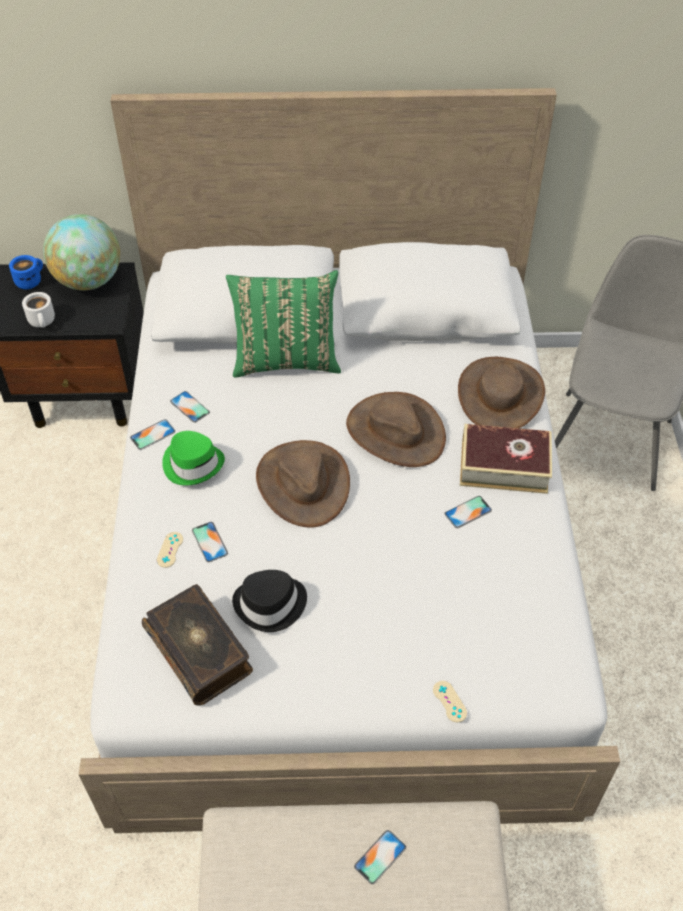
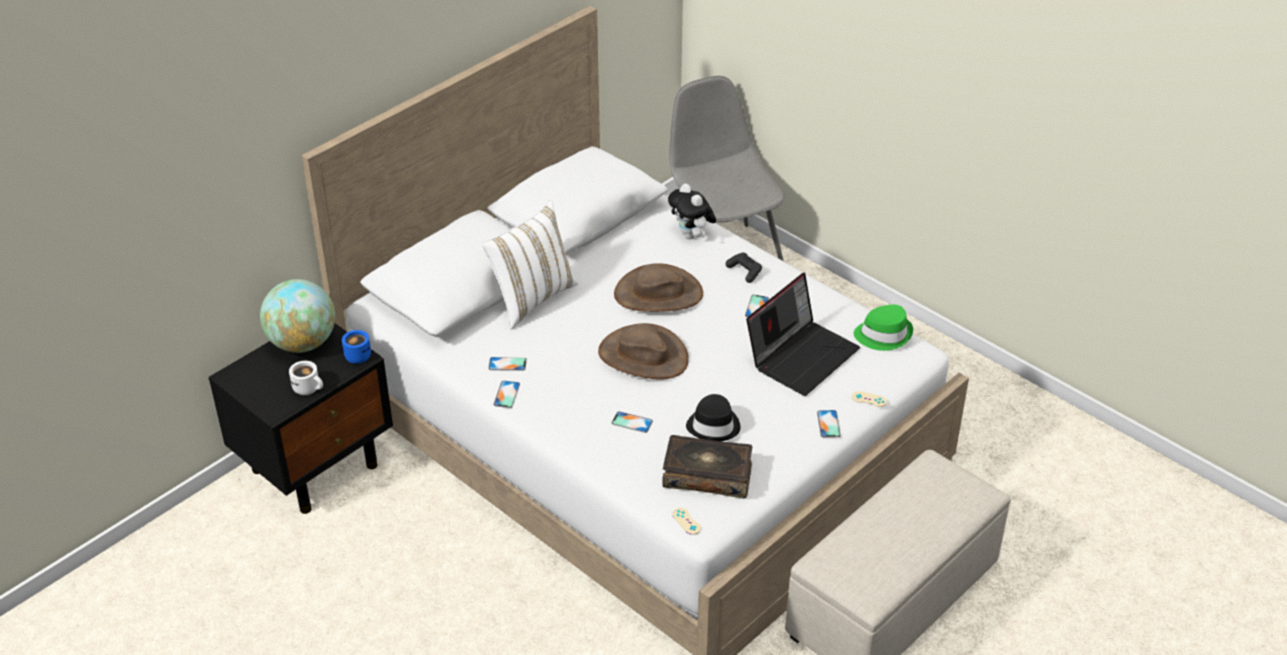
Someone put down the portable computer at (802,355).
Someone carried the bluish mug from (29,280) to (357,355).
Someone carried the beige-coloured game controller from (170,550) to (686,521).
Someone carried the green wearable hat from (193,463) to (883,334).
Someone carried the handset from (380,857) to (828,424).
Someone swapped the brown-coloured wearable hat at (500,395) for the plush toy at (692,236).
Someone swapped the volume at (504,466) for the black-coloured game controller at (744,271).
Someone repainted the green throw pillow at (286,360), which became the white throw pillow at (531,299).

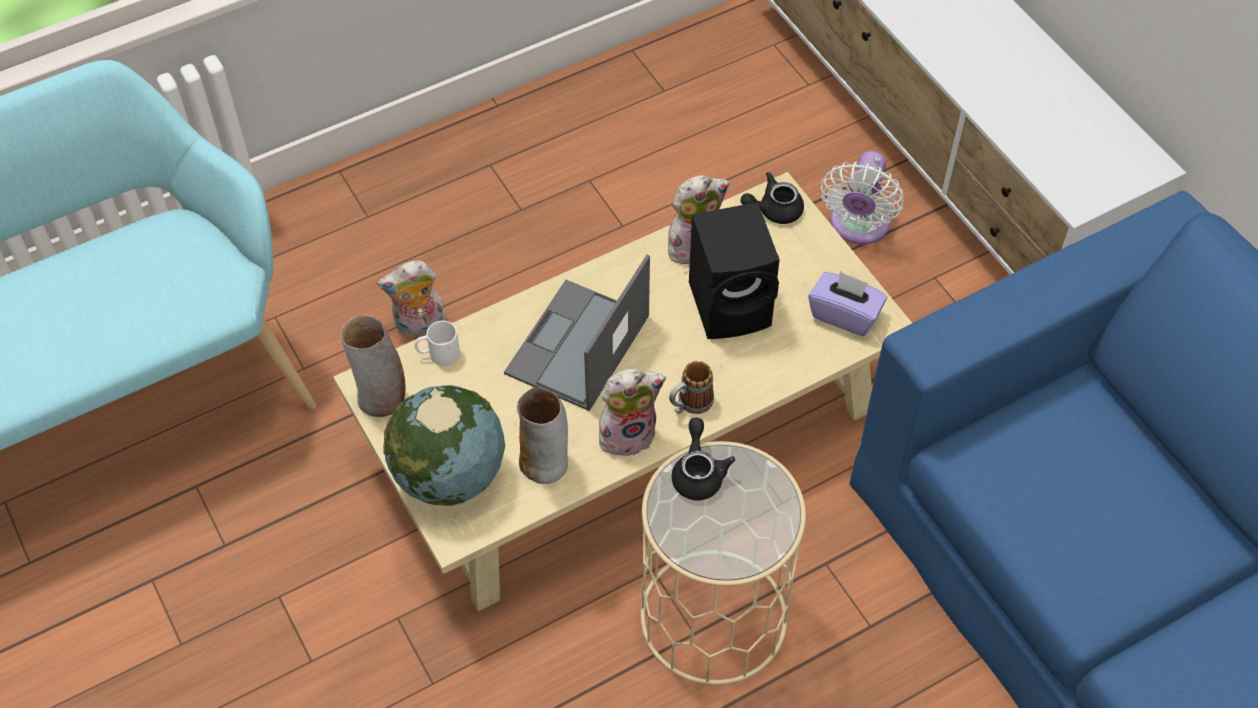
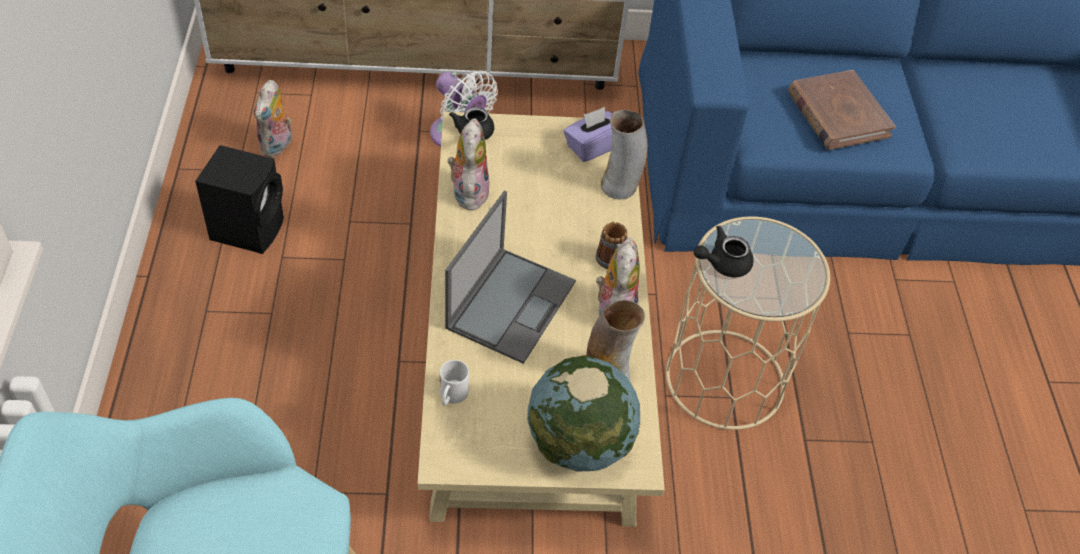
Someone put down the brown-coloured volume at (837,114).
Someone carried the vase from (382,399) to (620,186).
Someone carried the plush toy from (419,326) to (277,146).
Someone carried the black-coloured speaker from (733,305) to (249,227).
Someone rotated the portable computer at (577,347) by 120 degrees counterclockwise.
Someone rotated the black-coloured tea pot at (698,473) by 45 degrees counterclockwise.

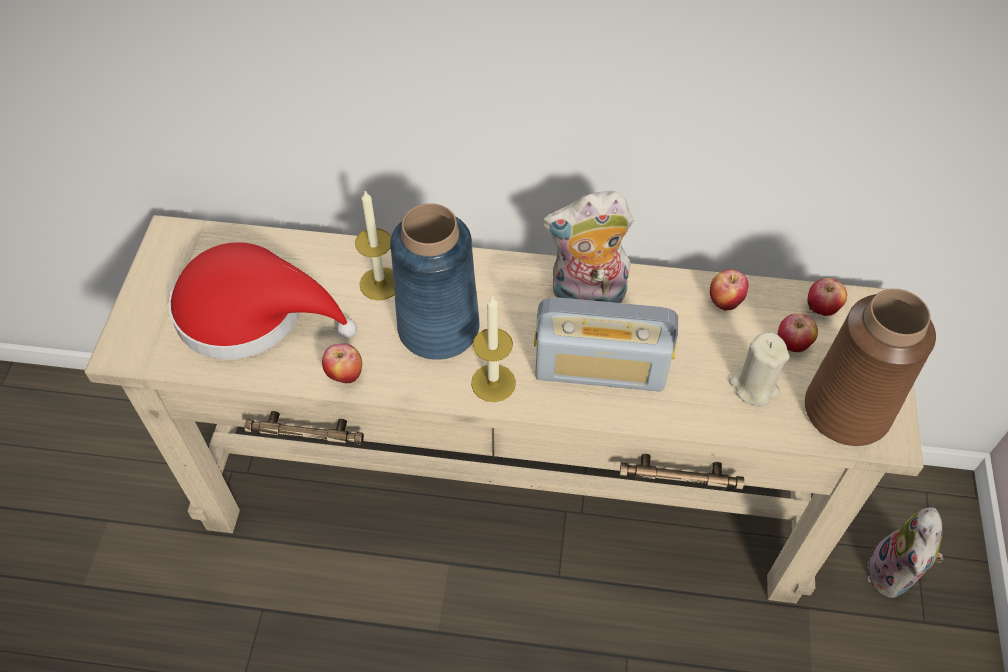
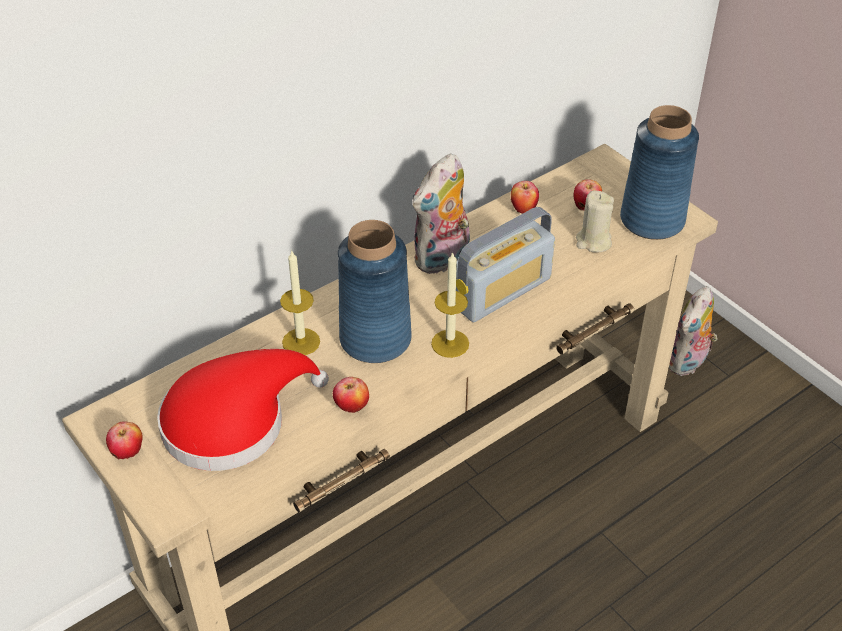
Someone carried the apple from (821,310) to (128,453).
Someone repainted the brown-coloured vase at (846,411), which became the bluish vase at (652,220).
Someone rotated the plush toy at (894,575) by 60 degrees clockwise.

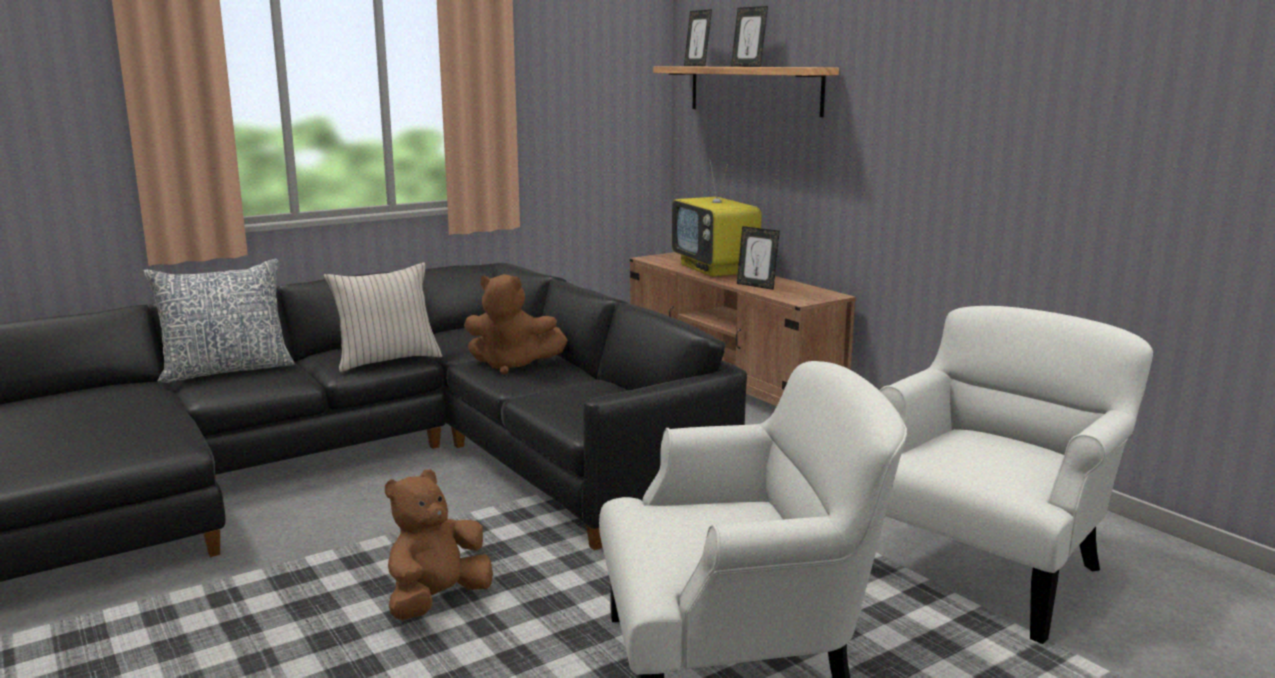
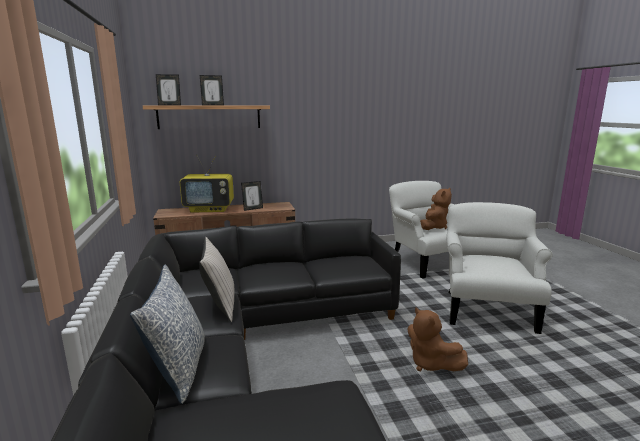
Someone carried the brown-coloured plush toy from (512,365) to (433,227).

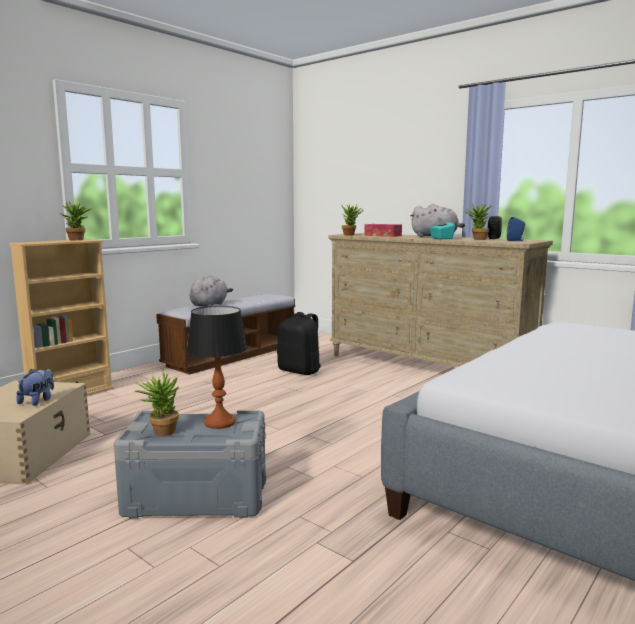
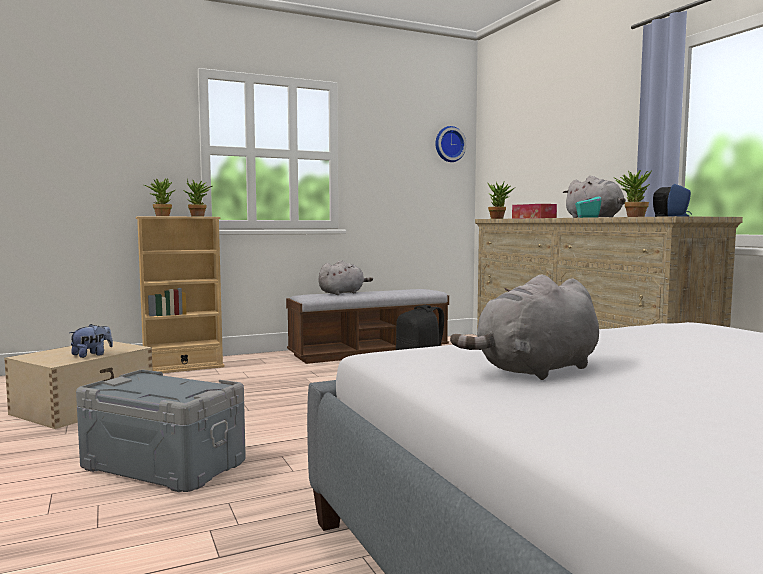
Someone took away the tabletop lamp at (219,422).
Someone put up the hanging clock at (449,144).
Someone put down the greyish plush toy at (535,370).
Someone carried the plant in a pot from (160,431) to (161,216).

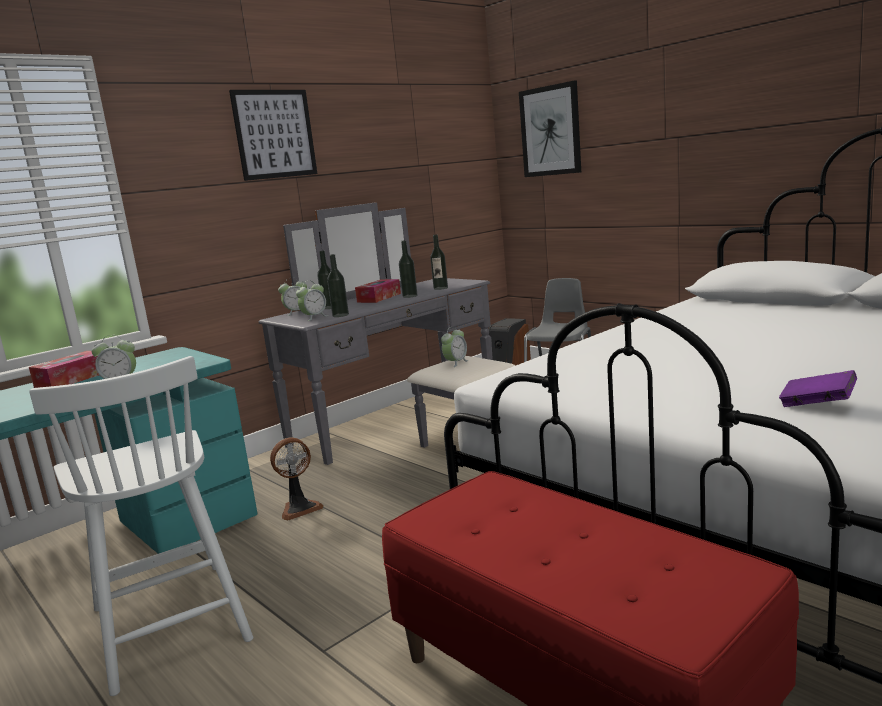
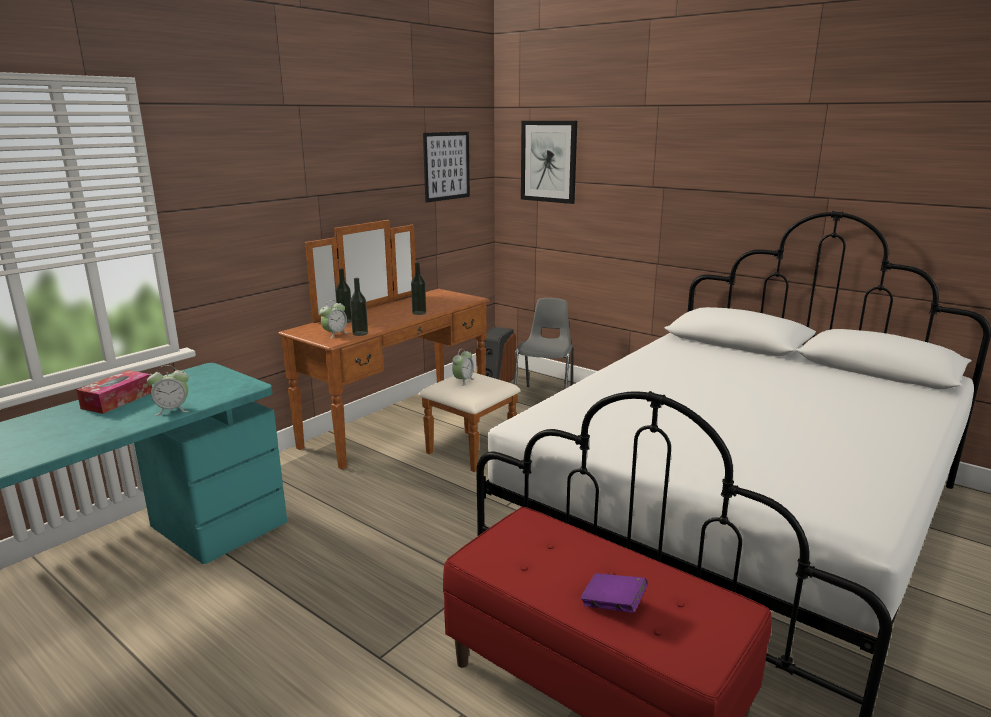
Someone took away the white upright chair at (169,621).
Someone took away the fan at (299,508).
Someone took away the alarm clock at (296,313).
Someone took away the box of tissues at (379,298).
Someone took away the beverage bottle at (440,288).
Someone carried the wall art from (275,134) to (446,166).
Someone carried the purple-coloured volume from (817,405) to (613,605).
Someone repainted the greyish drawer chest at (412,424), which became the brown-coloured drawer chest at (414,428).

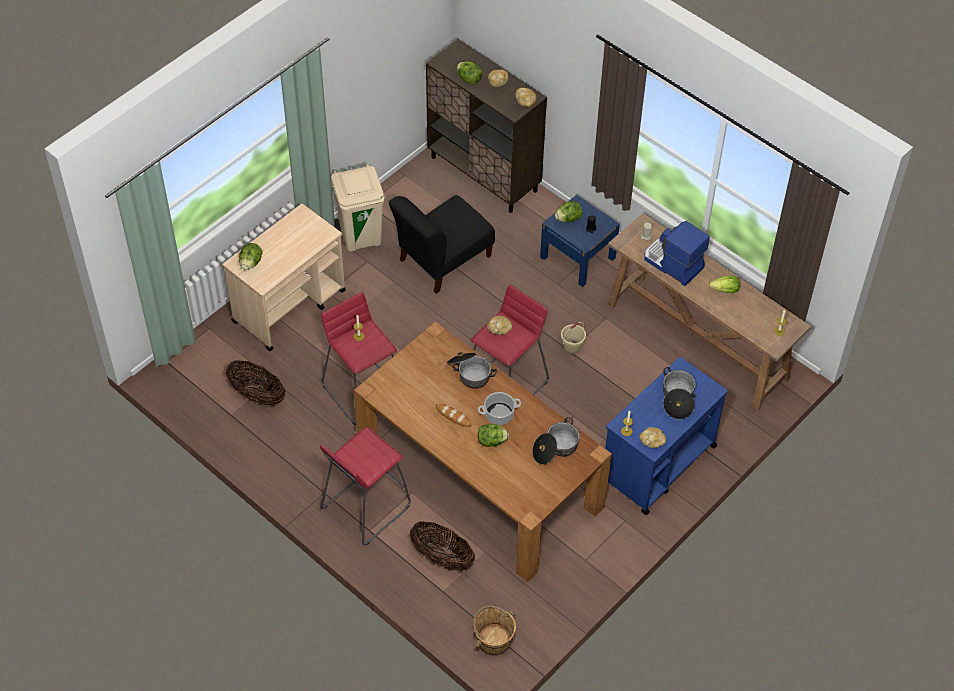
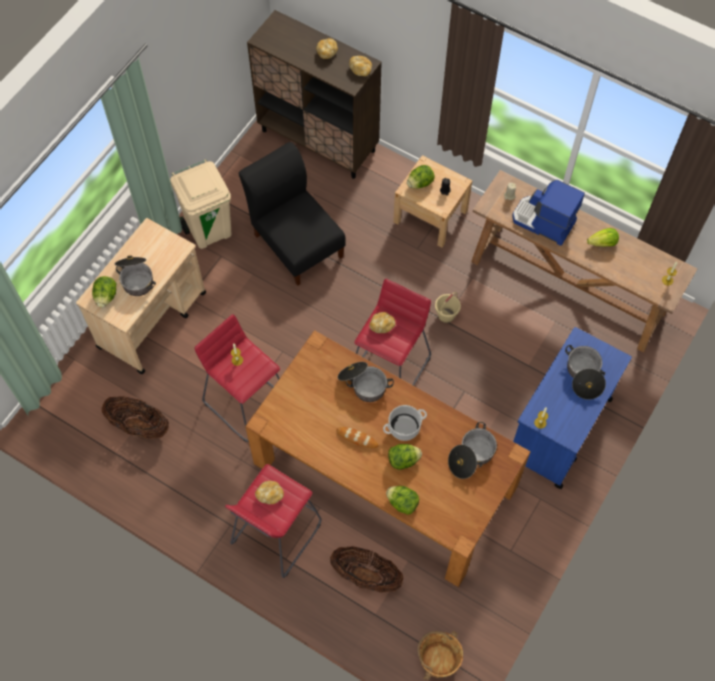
Someone put down the saucepot at (136,278).
Someone carried the lettuce from (469,79) to (402,503).
Someone carried the bread from (652,441) to (270,495).
Someone repainted the bluish nightstand at (577,257), which became the beige-coloured nightstand at (430,216).
Someone rotated the black-coloured upright chair at (442,260) by 105 degrees clockwise.

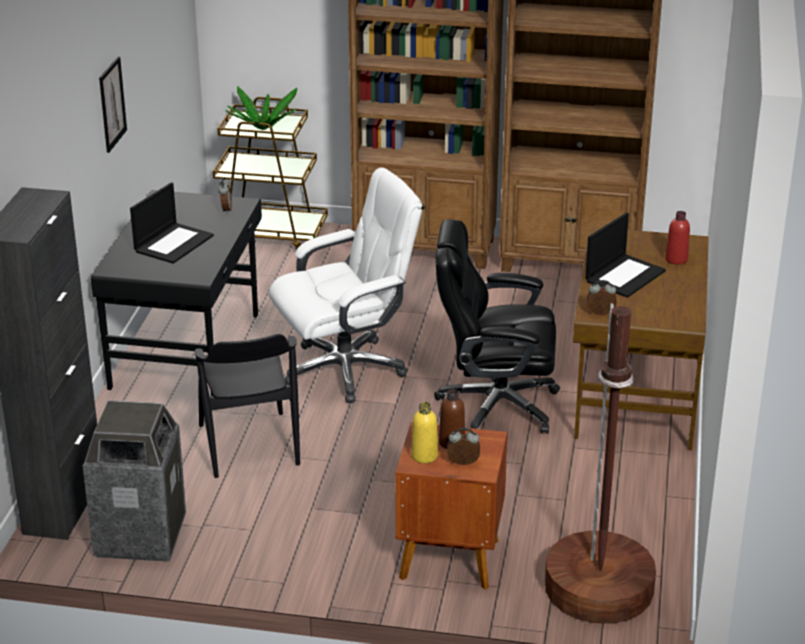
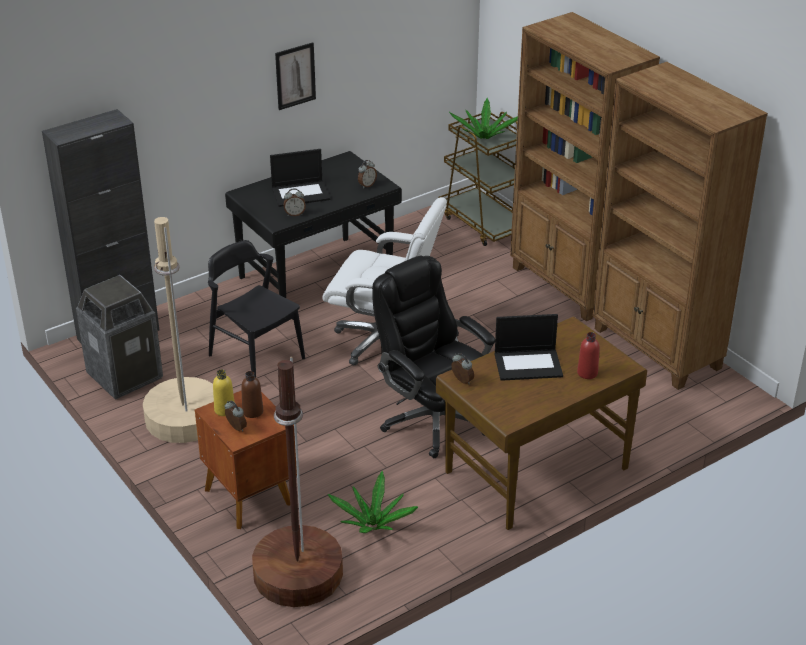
Someone put down the beige-coloured standing lamp at (184,418).
Someone put down the alarm clock at (294,214).
Someone put down the plant in a pot at (372,524).
Someone rotated the black-coloured upright chair at (248,445) by 105 degrees clockwise.

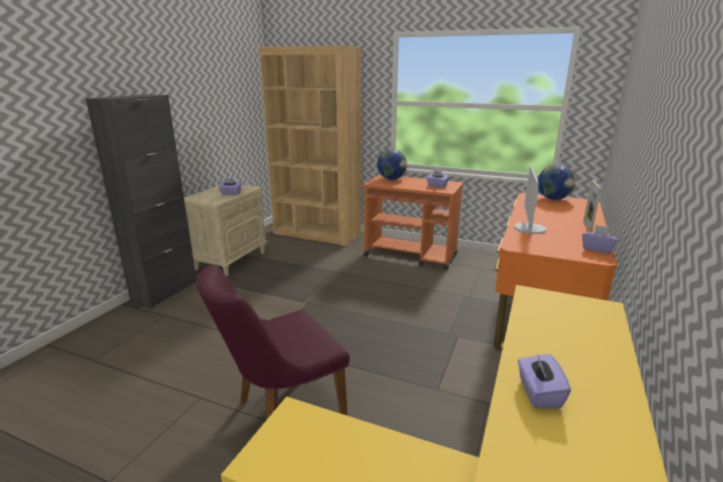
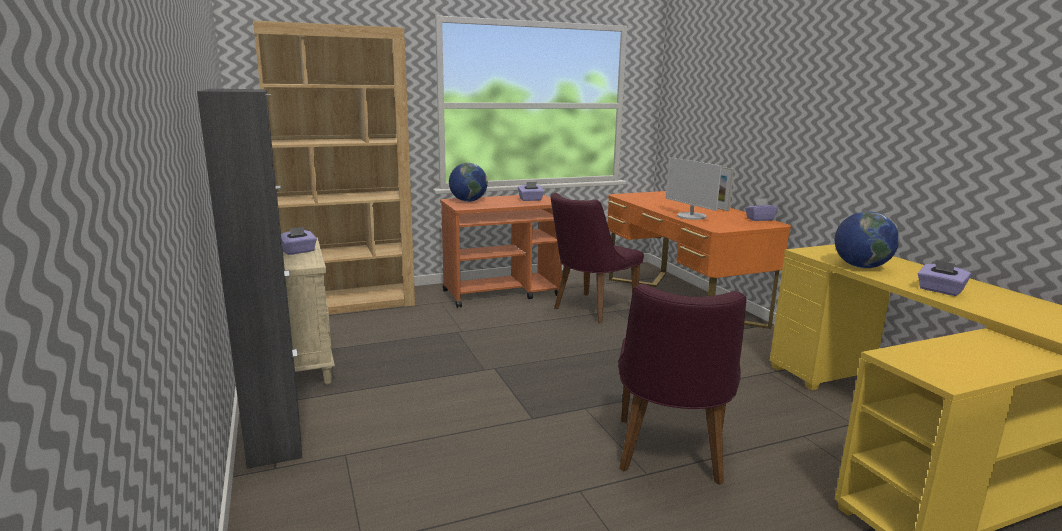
Someone put down the purple-coloured upright chair at (589,310).
Someone carried the world globe from (553,199) to (861,267).

